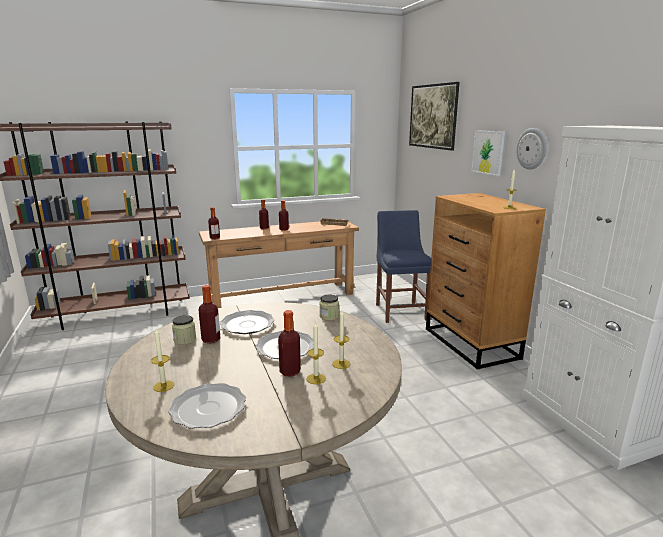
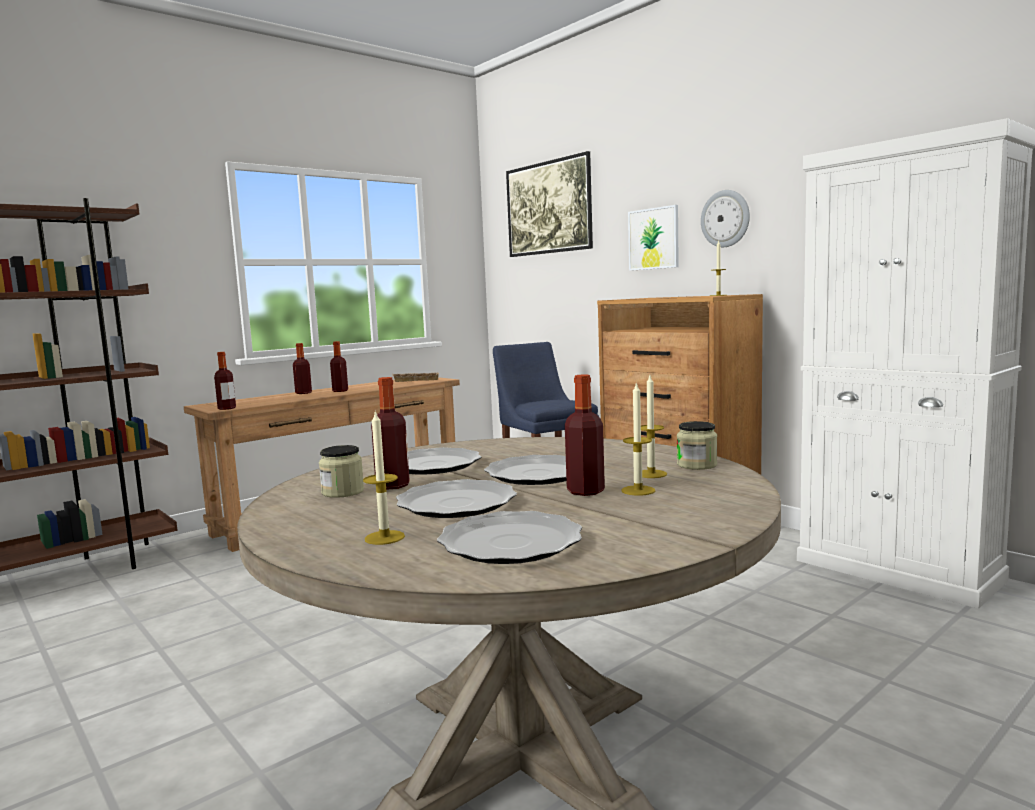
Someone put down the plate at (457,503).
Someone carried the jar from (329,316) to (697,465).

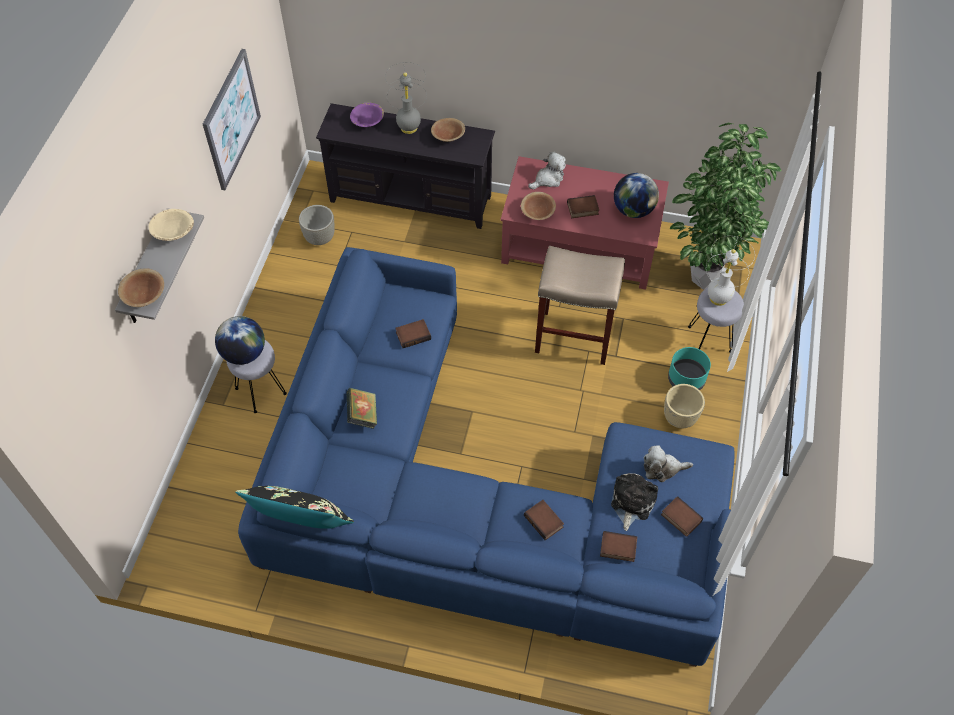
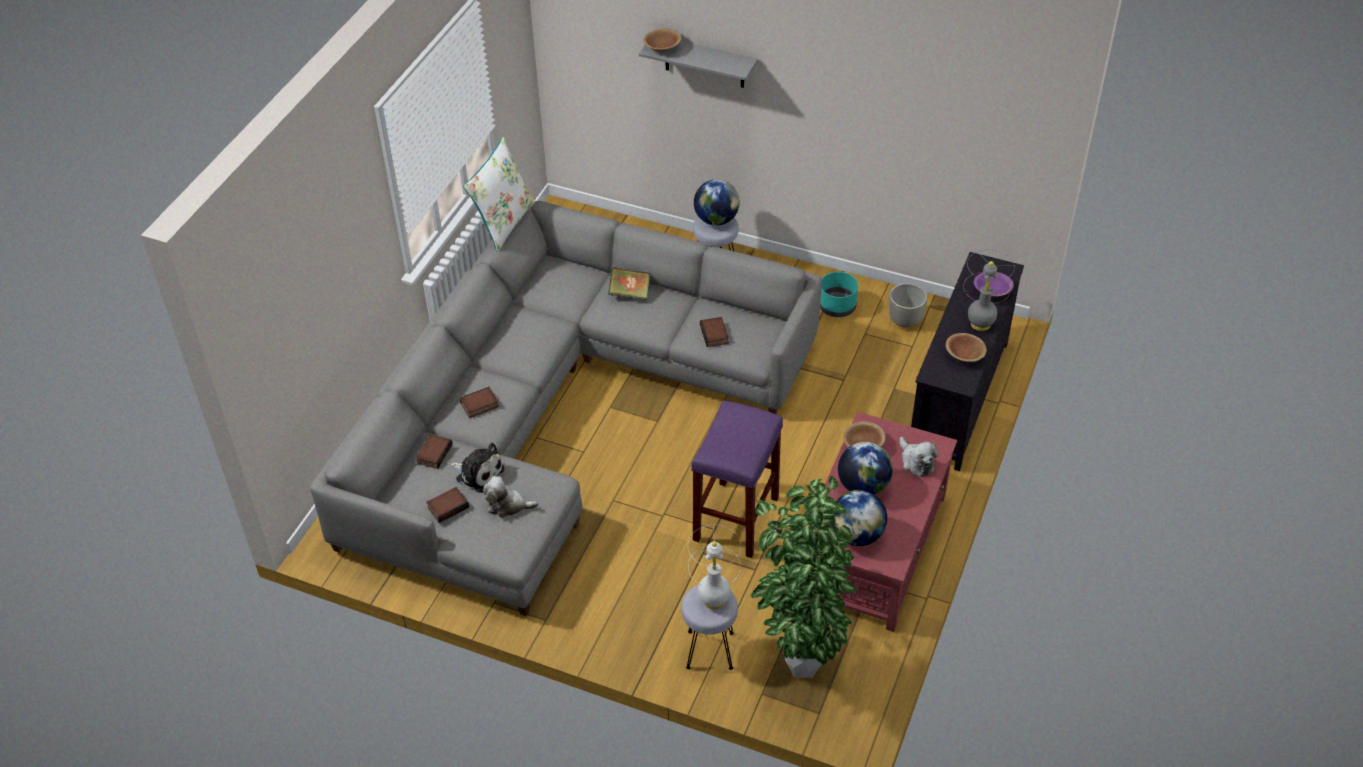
Someone took away the beige-coloured deep dish at (174,232).
Someone took away the wall art at (231,119).
Someone took away the beige-coloured planter at (679,418).
Someone carried the blue-green planter from (686,379) to (837,307).
Someone swapped the volume at (582,209) for the world globe at (863,486).
Someone repainted the black-coloured throw pillow at (302,526), which became the white throw pillow at (504,223).
Someone repainted the bluish couch at (472,499), which became the greyish couch at (557,410).
Someone repainted the beige-coloured stool seat at (575,337), which became the purple-coloured stool seat at (736,520).
Someone rotated the plush toy at (662,468) by 90 degrees counterclockwise.

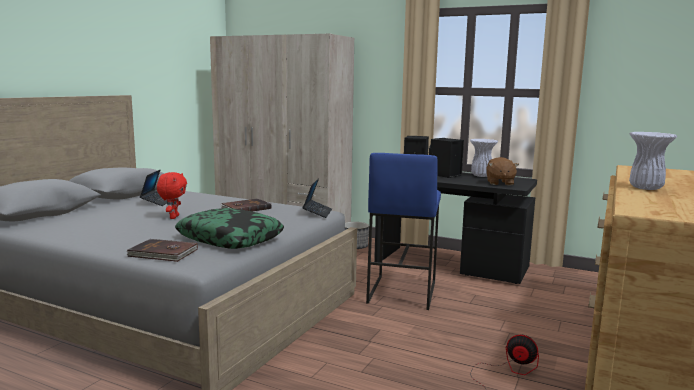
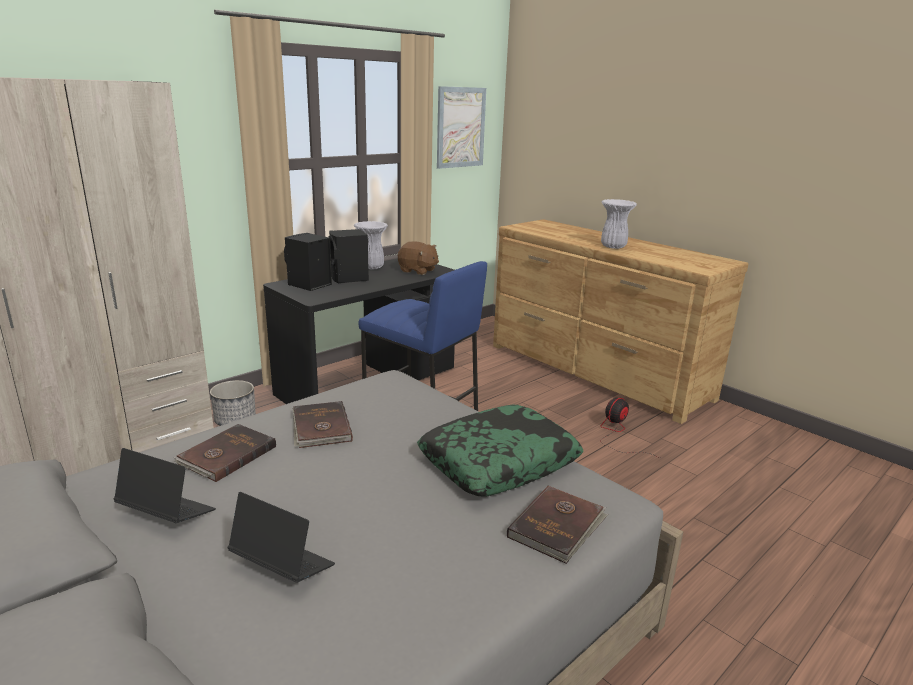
Someone took away the red-coloured plush toy at (173,217).
Someone put down the brown-coloured volume at (226,455).
Someone put up the wall art at (460,127).
Someone carried the portable computer from (317,212) to (282,565).

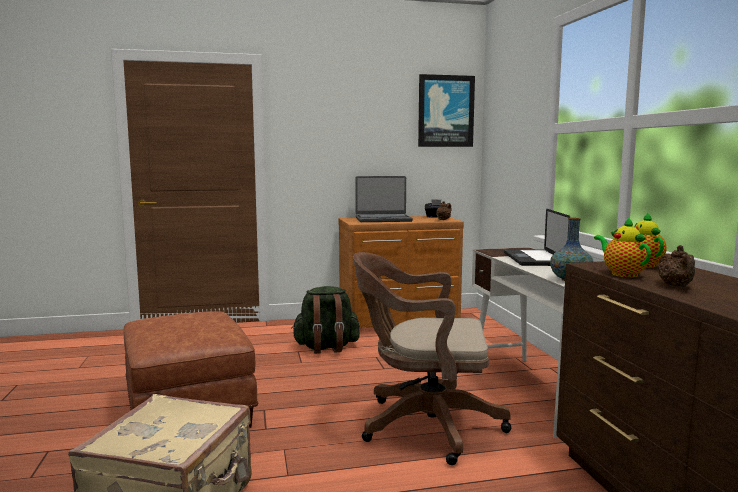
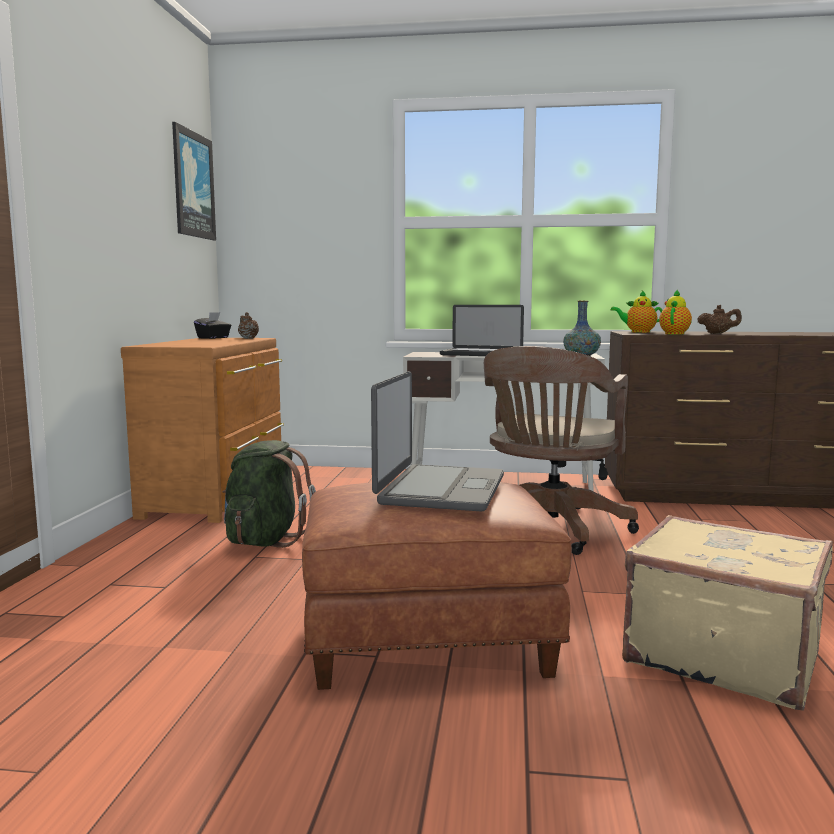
Someone carried the portable computer from (383,219) to (440,490).
Someone rotated the tea pot at (622,274) by 120 degrees clockwise.

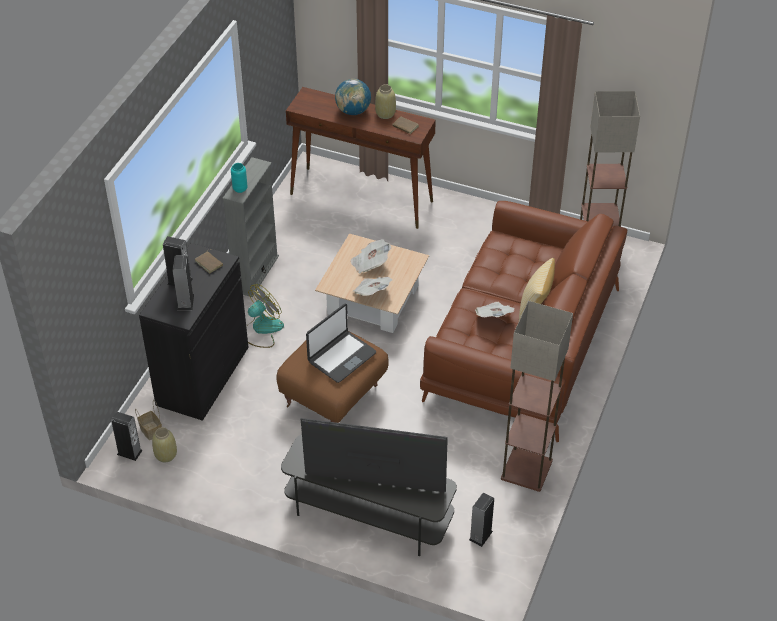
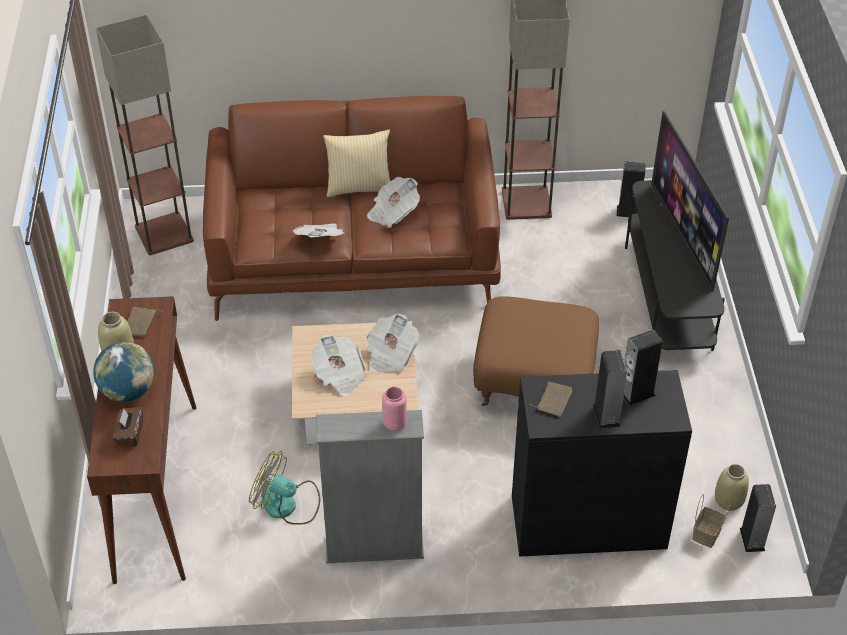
Someone took away the portable computer at (341,357).
Someone put down the brown-coloured box of tissues at (129,434).
Someone put down the printed paper at (320,240).
Someone carried the fan from (261,329) to (287,505).
Someone repainted the blue-green vase at (240,189), which became the pink-coloured vase at (394,424).

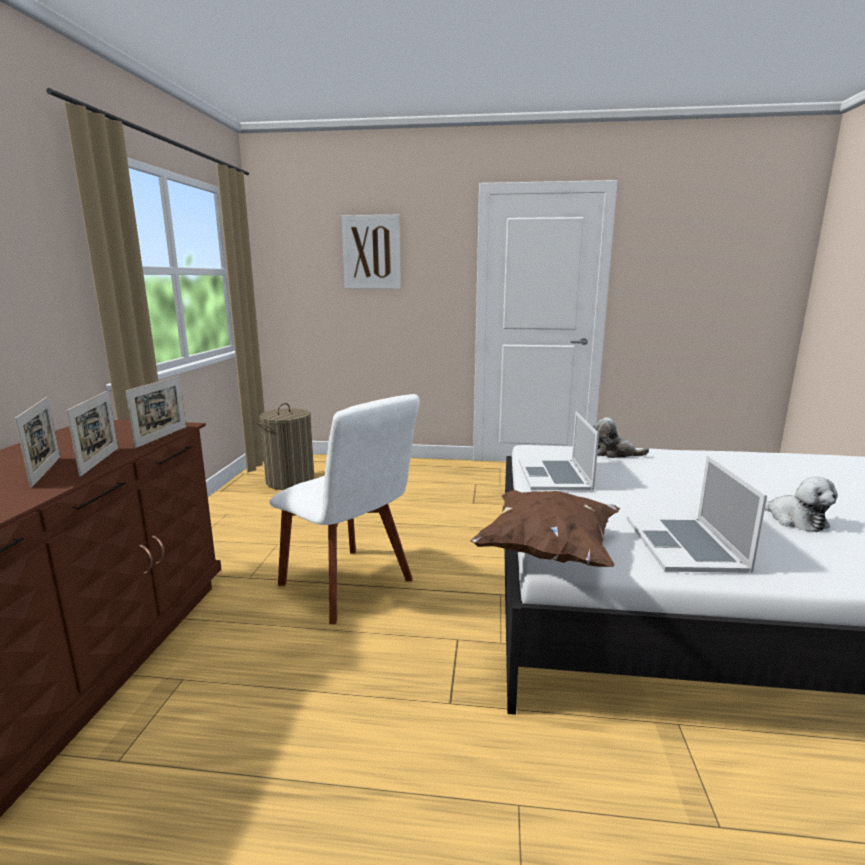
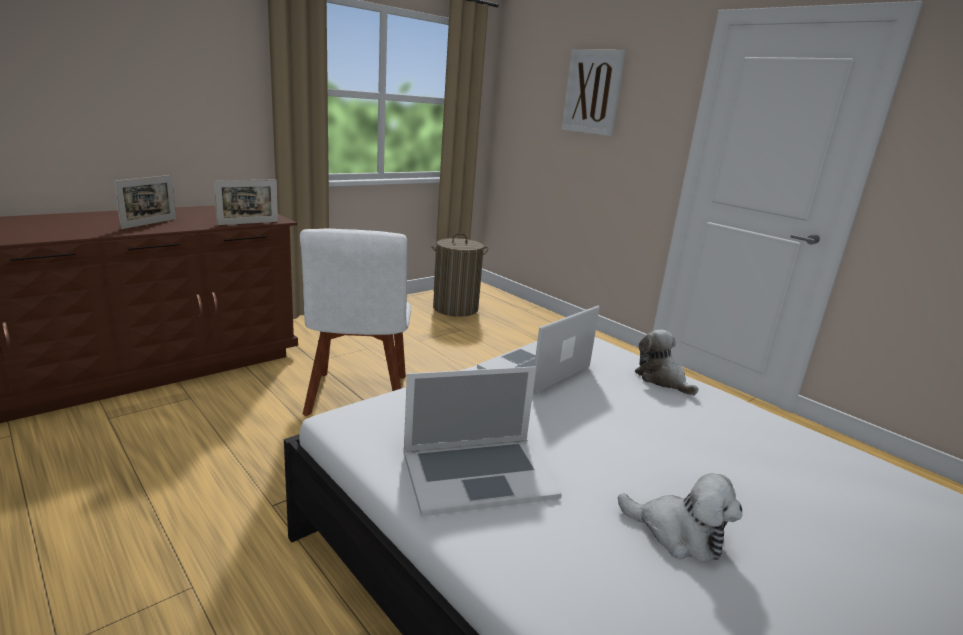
Someone took away the standing frame at (100,461).
Someone took away the brown-coloured throw pillow at (548,551).
Someone rotated the portable computer at (685,543) by 150 degrees counterclockwise.
Someone rotated the plush toy at (793,519) by 75 degrees counterclockwise.

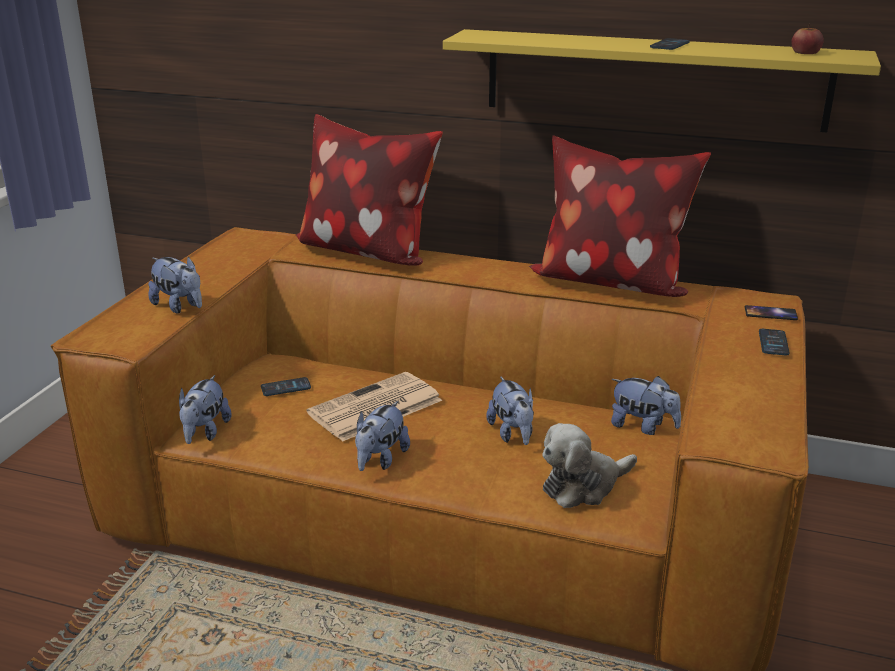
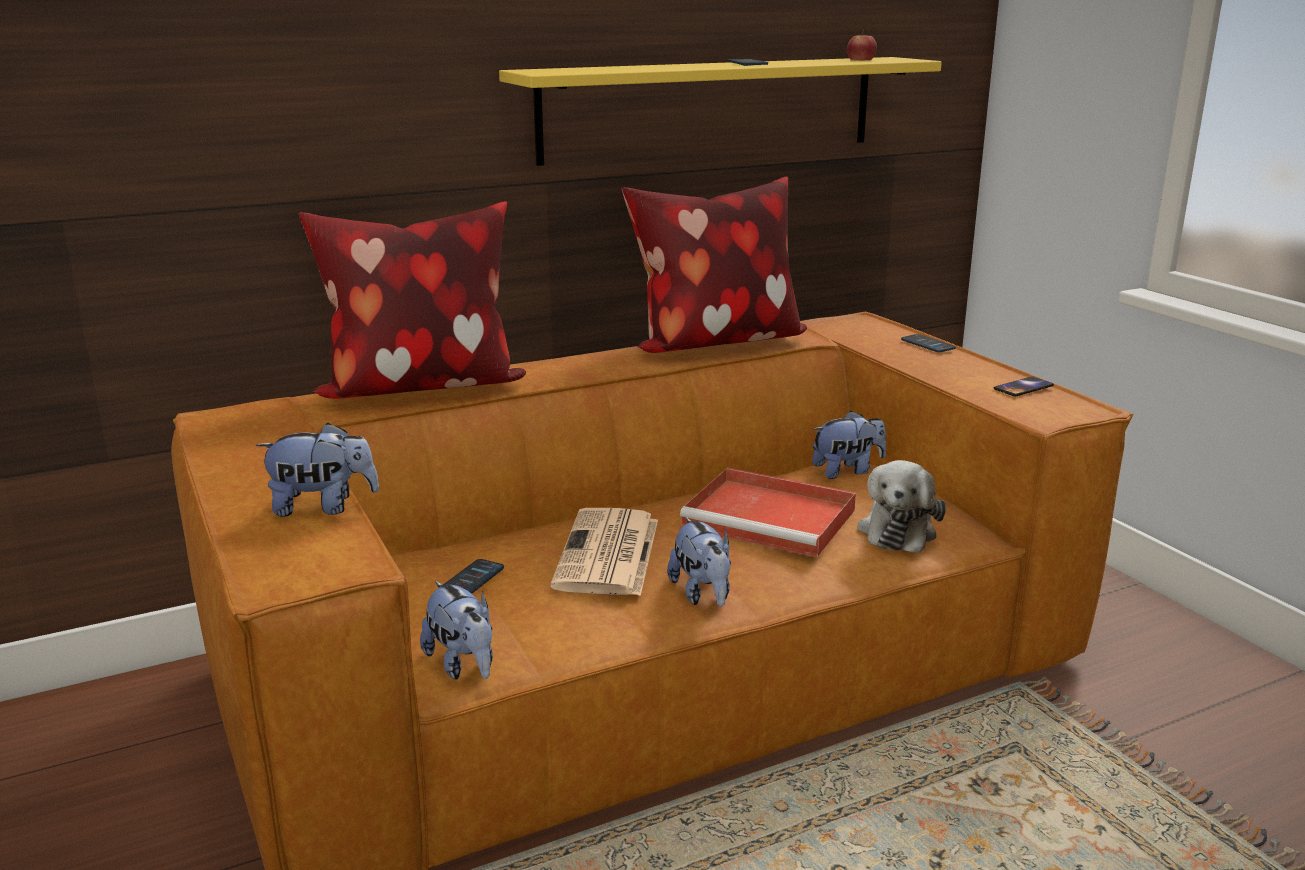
Someone carried the handset from (770,313) to (1023,387).
Someone swapped the plush toy at (512,434) for the red-coloured carrying tray at (772,518).

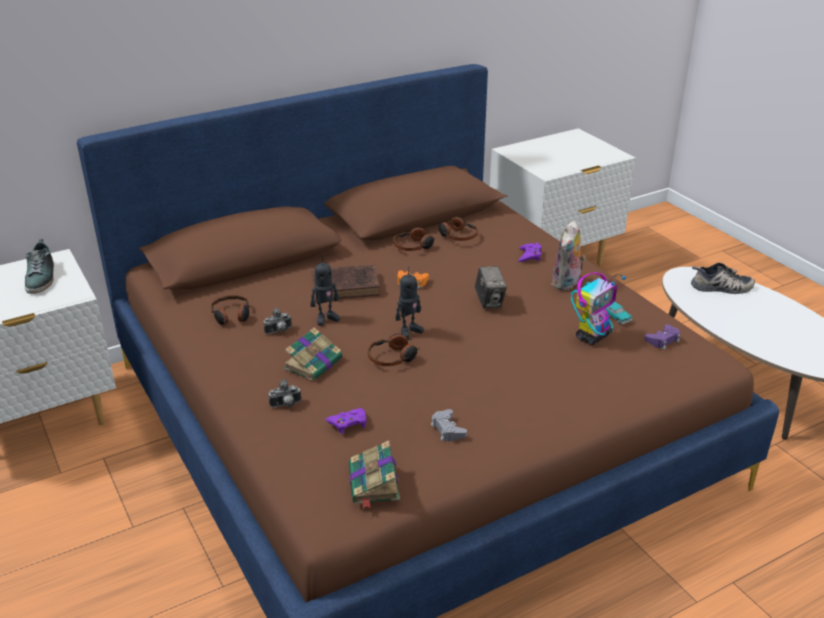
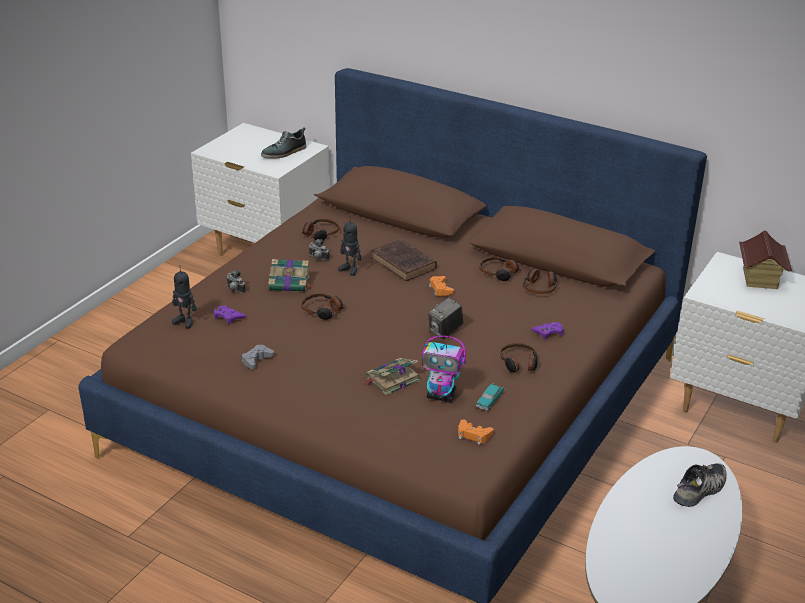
Someone put down the model house at (759,278).
Someone carried the volume from (374,484) to (391,380).
Someone carried the robot figure from (409,331) to (185,321).
Someone swapped the plush toy at (567,284) for the headphones at (519,363).
Someone repainted the purple-coloured game controller at (662,340), which became the orange game controller at (473,435).
Someone rotated the shoe at (721,288) by 105 degrees counterclockwise.

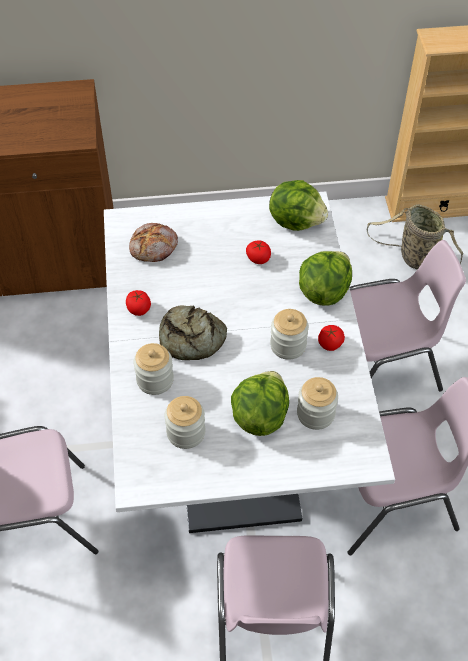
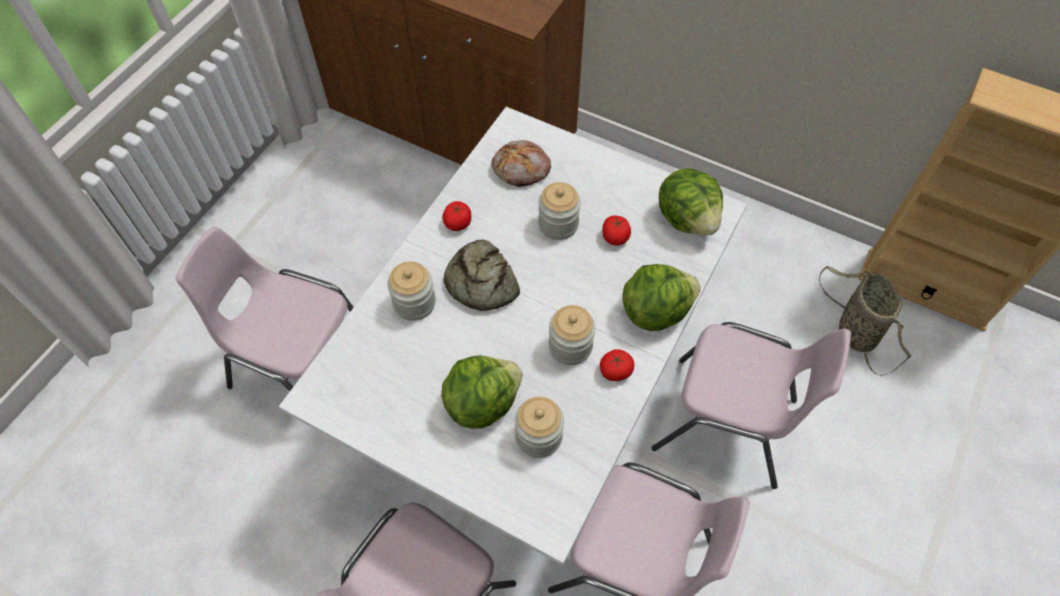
Someone carried the jar from (186,432) to (558,224).

